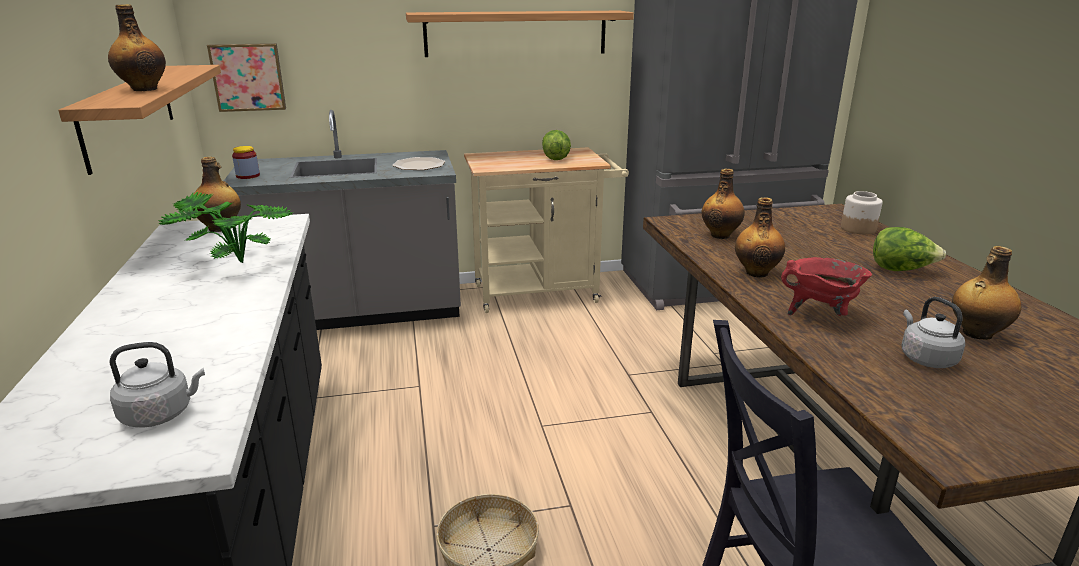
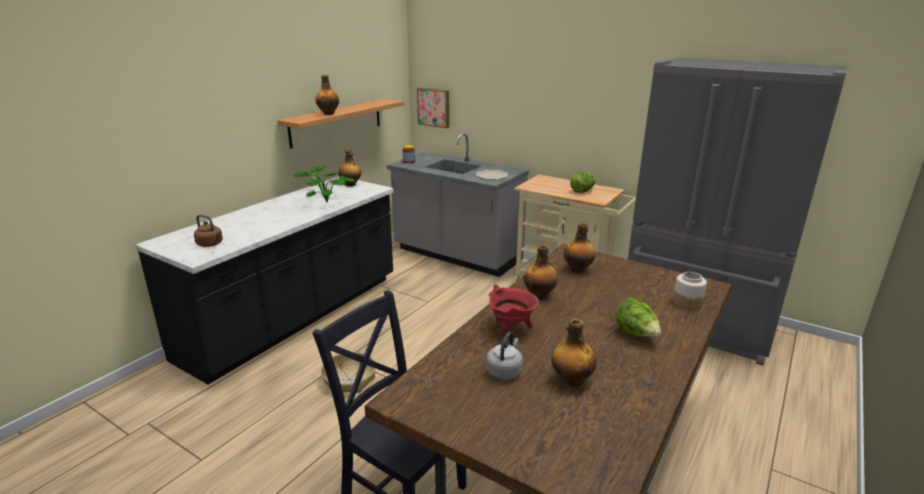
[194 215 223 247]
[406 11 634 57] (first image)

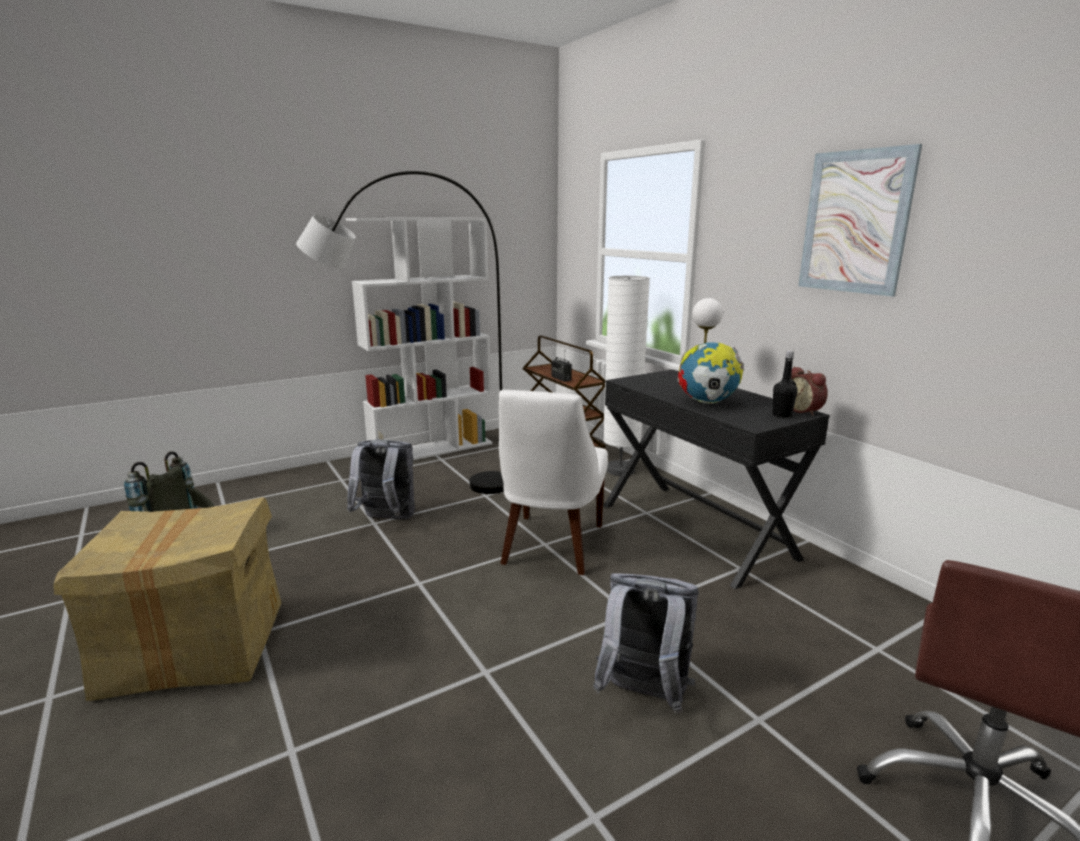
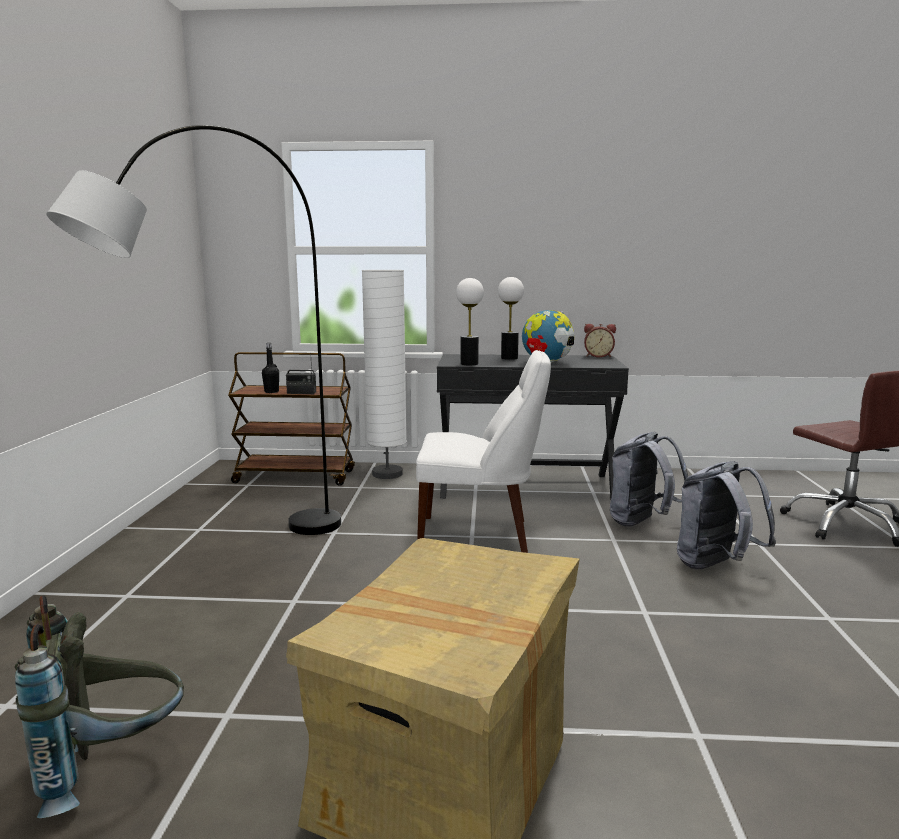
[346 218 493 460] (first image)
[610 432 688 527]
[416 350 551 553]
[262 343 279 393]
[798 144 922 297] (first image)
[456 278 484 365]

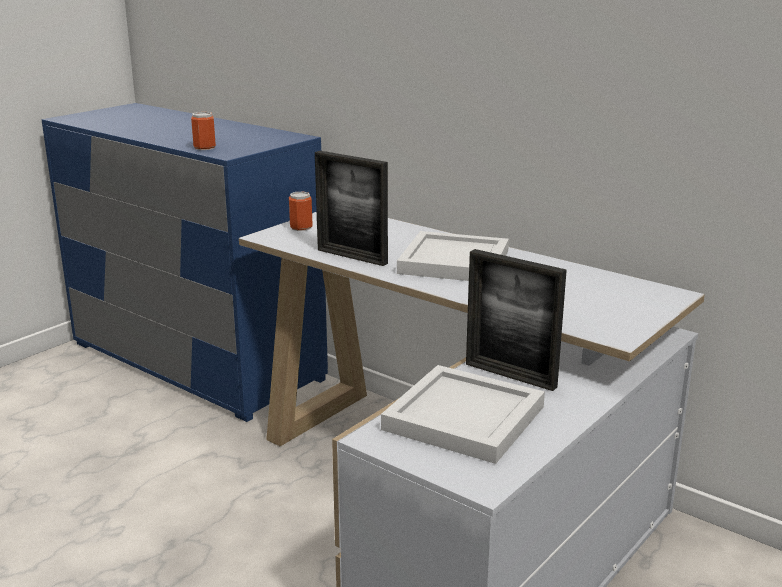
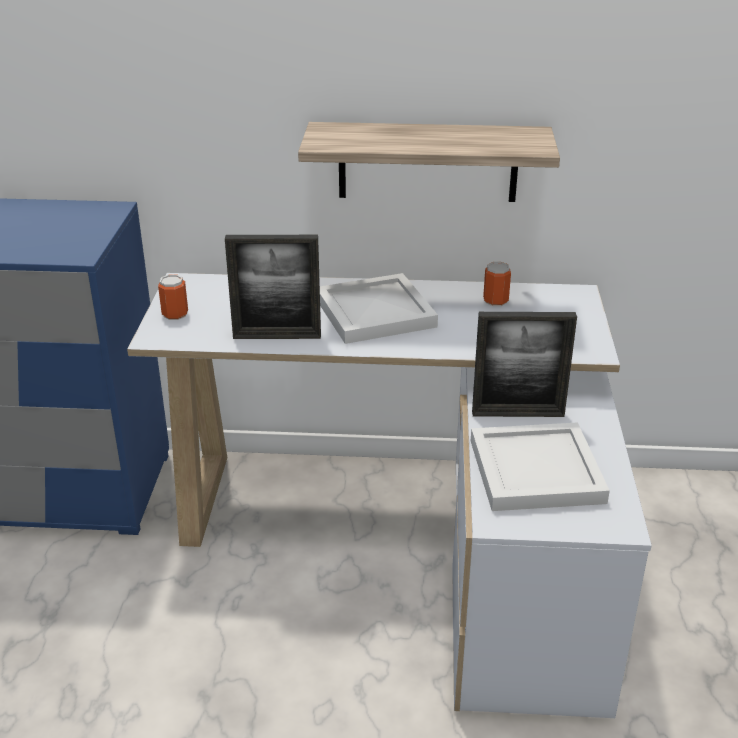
[483 262 511 306]
[298 122 560 202]

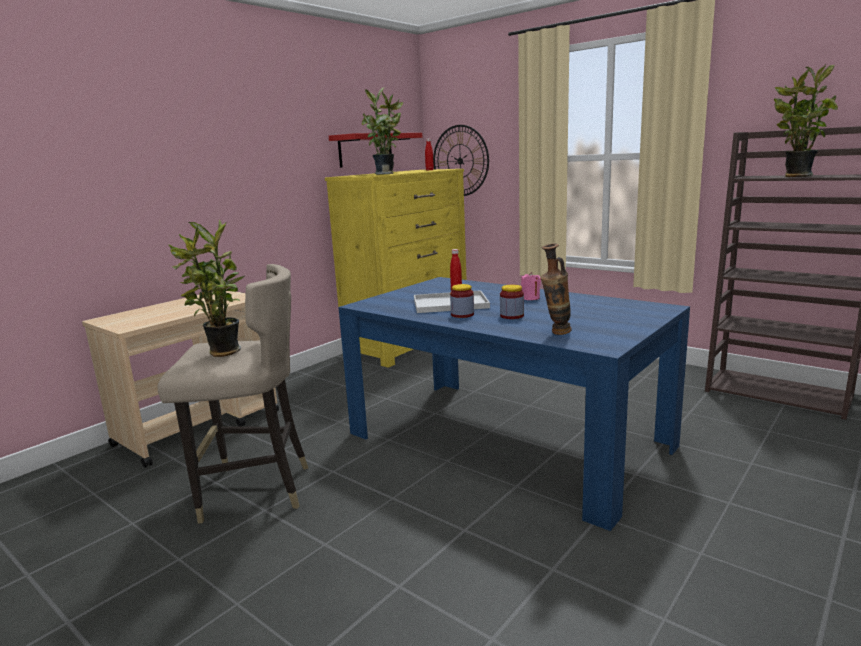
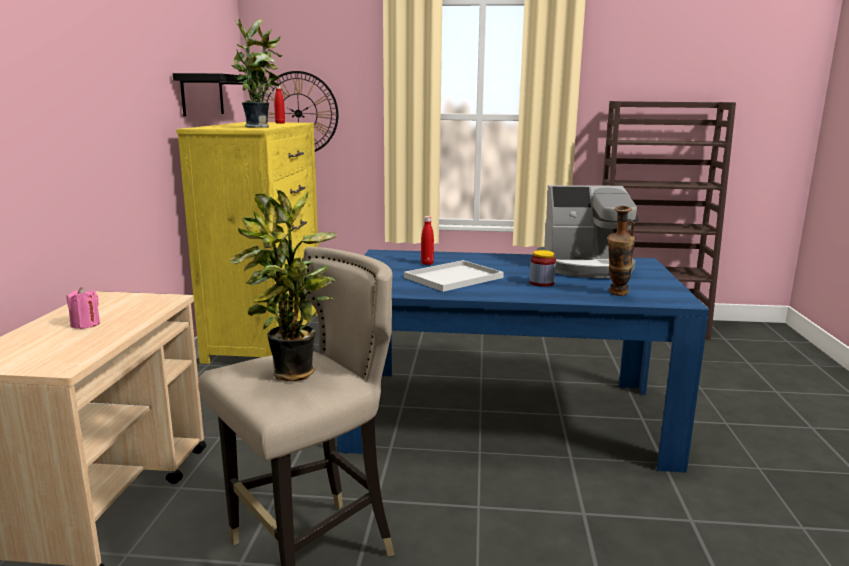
[173 73 266 116]
[450 284 474 318] (first image)
[67 287 100 329]
[774 63 838 177] (first image)
[537 185 639 278]

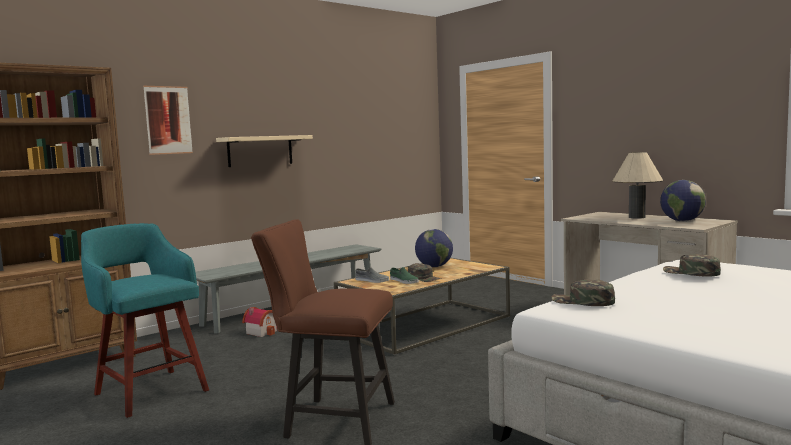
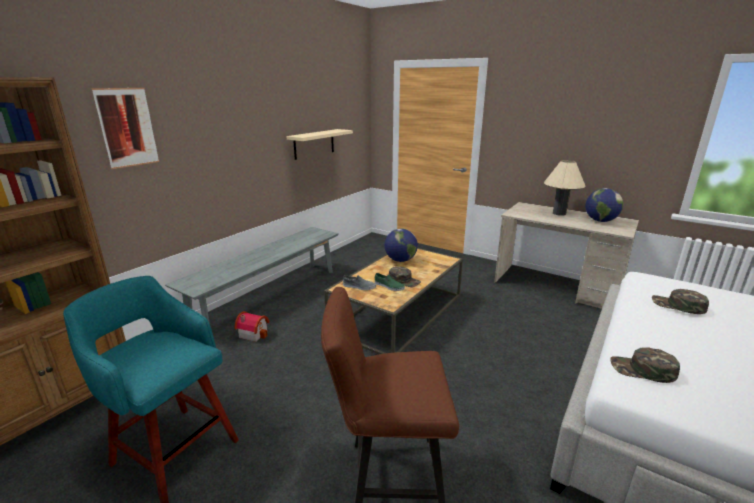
[286 129 353 160]

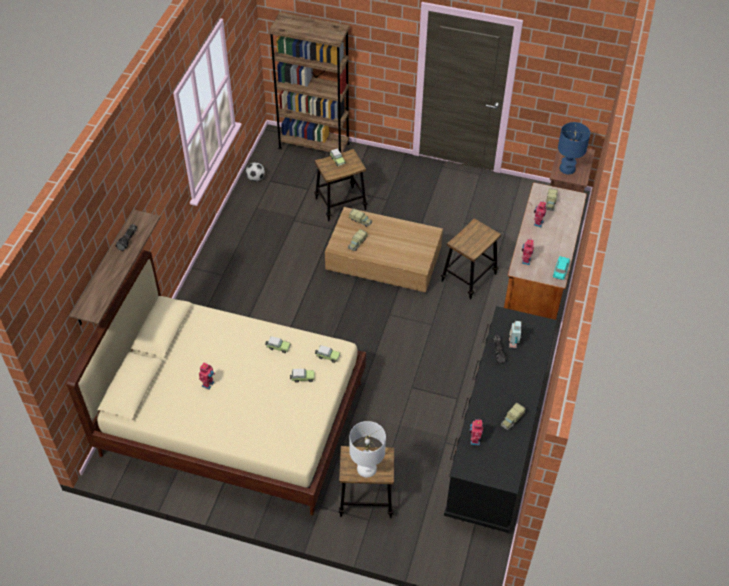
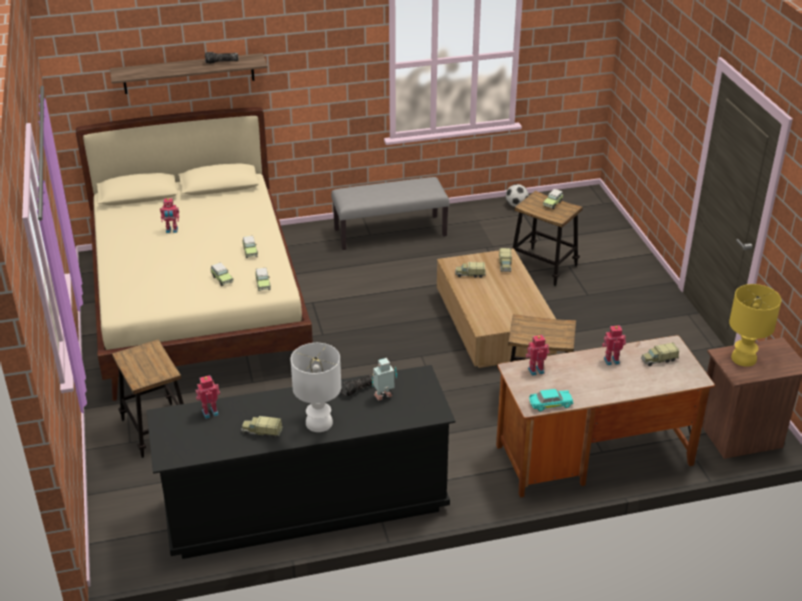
[268 12 350 153] (first image)
[291 343 341 432]
[729 284 781 367]
[331 177 450 250]

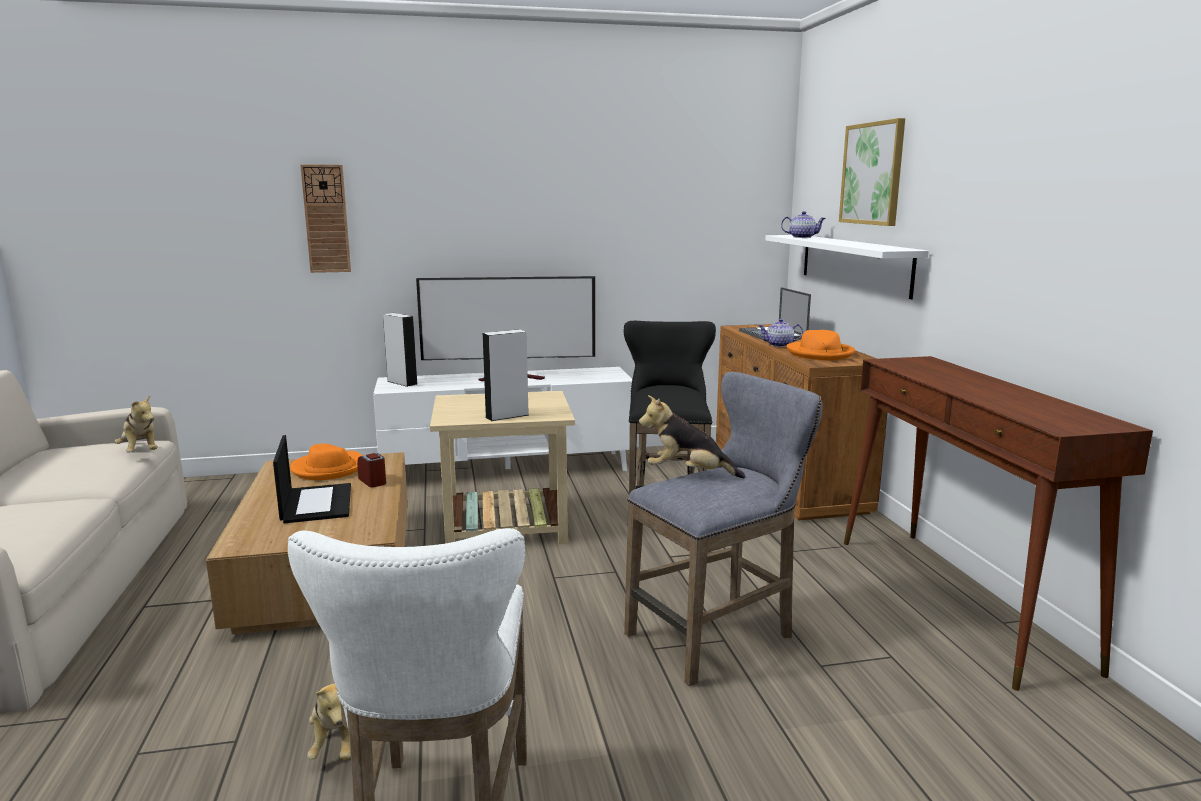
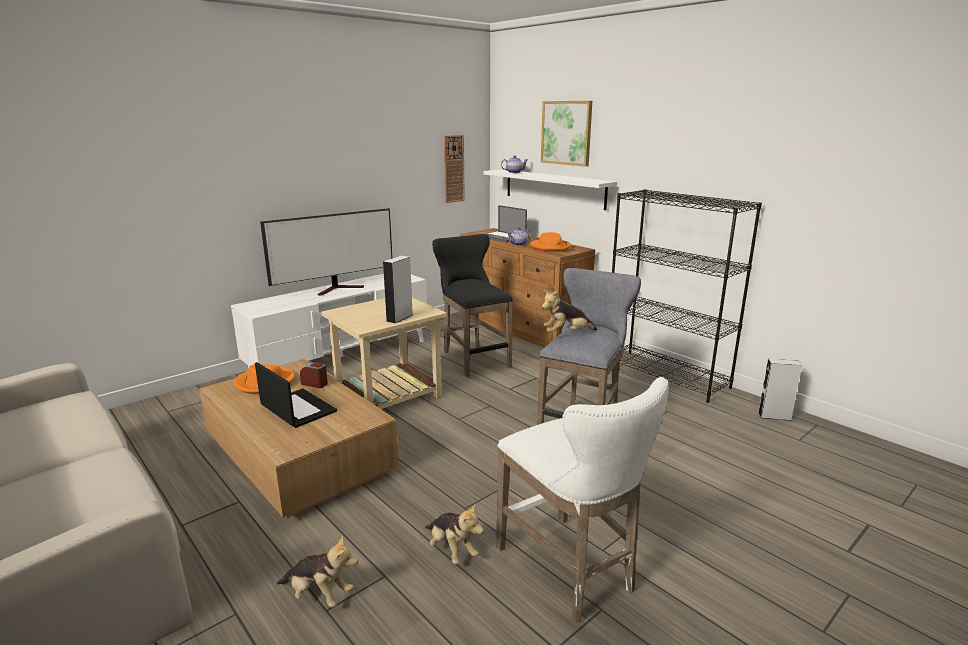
[276 535 358 607]
[444 135 465 203]
[758 359 802 421]
[612 189 762 403]

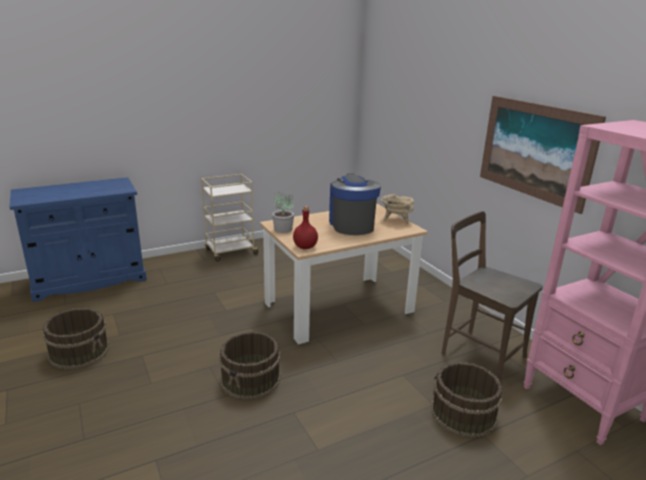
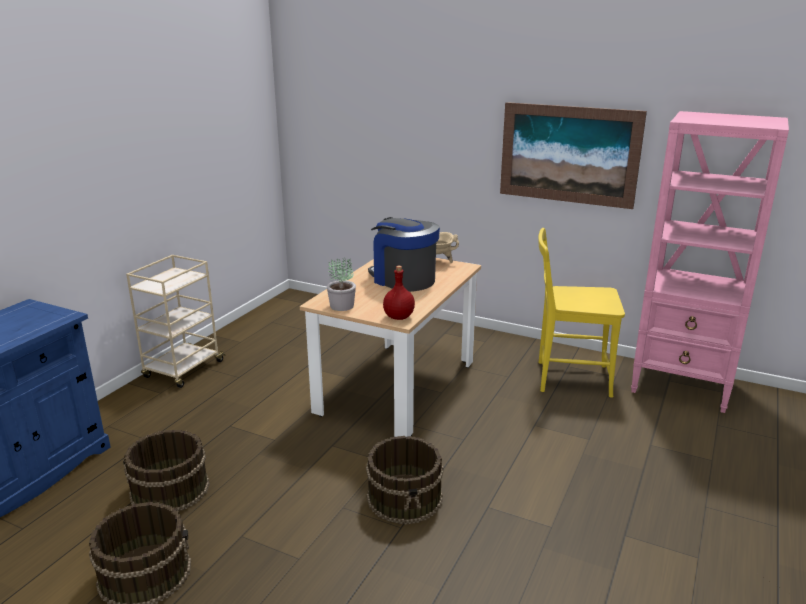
[123 430 210 512]
[538 228 625 398]

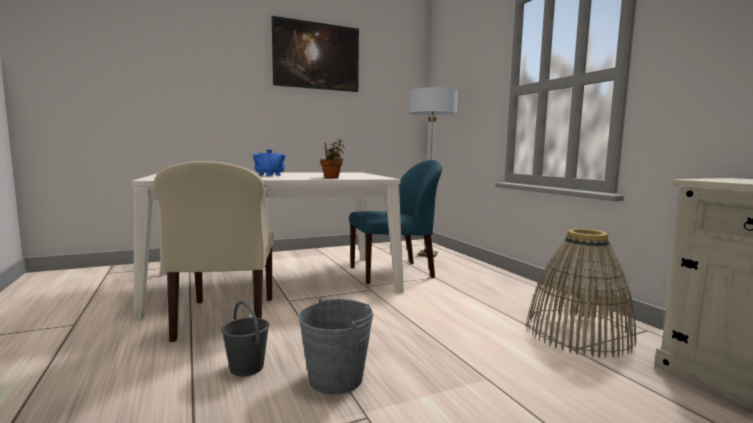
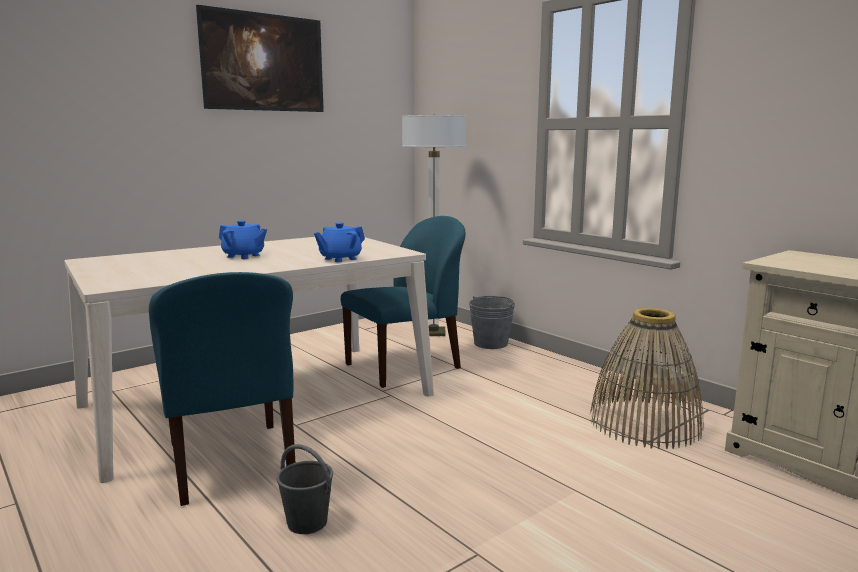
[149 272 295 506]
[469 296 515 349]
[314 223 365 262]

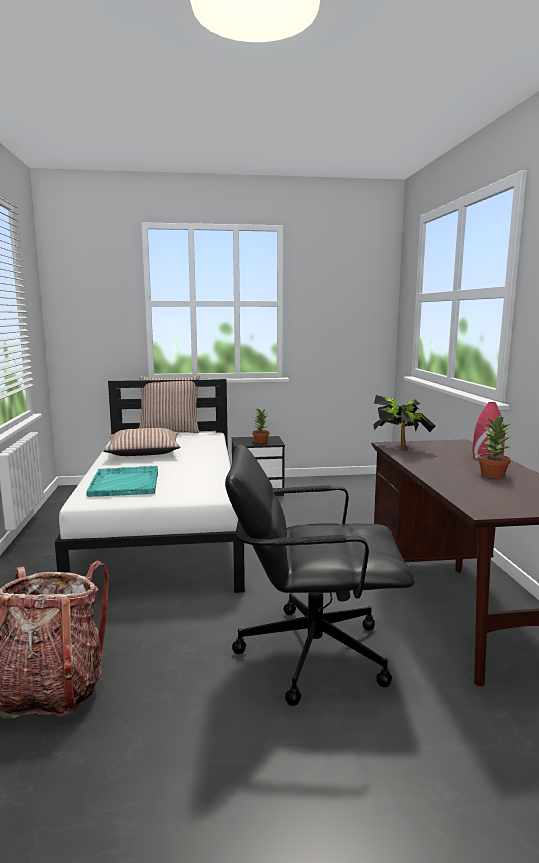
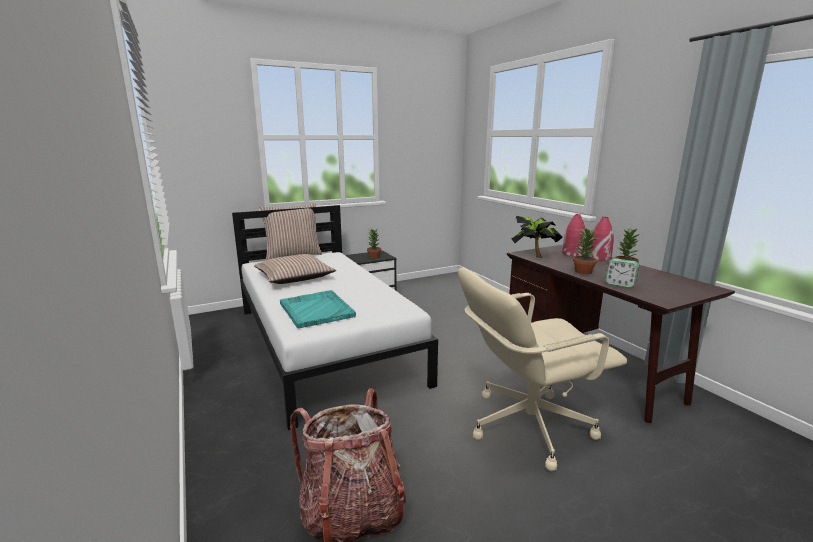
[458 268 627 471]
[562 214 585 256]
[573 228 598 274]
[605 258 639 287]

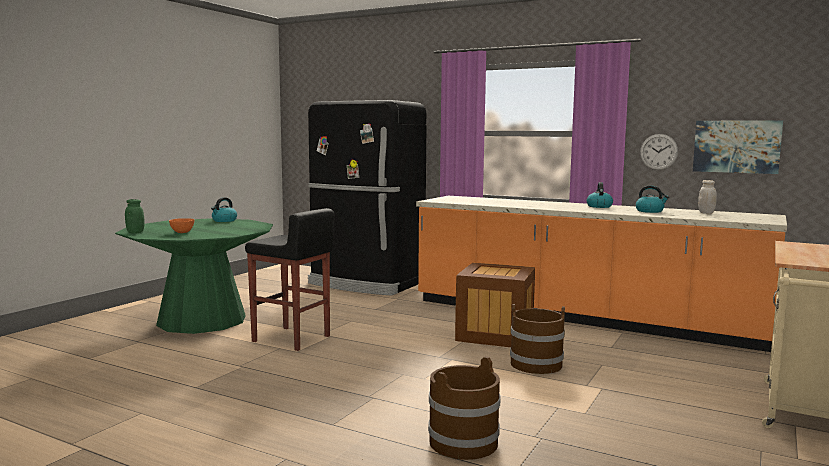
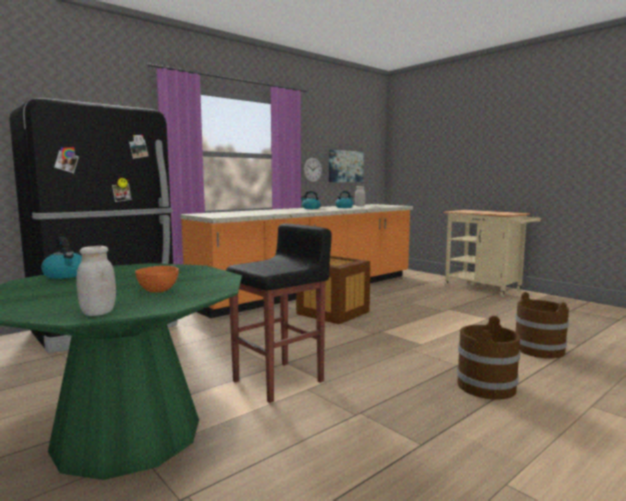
[76 246 116 316]
[457 316 520 400]

